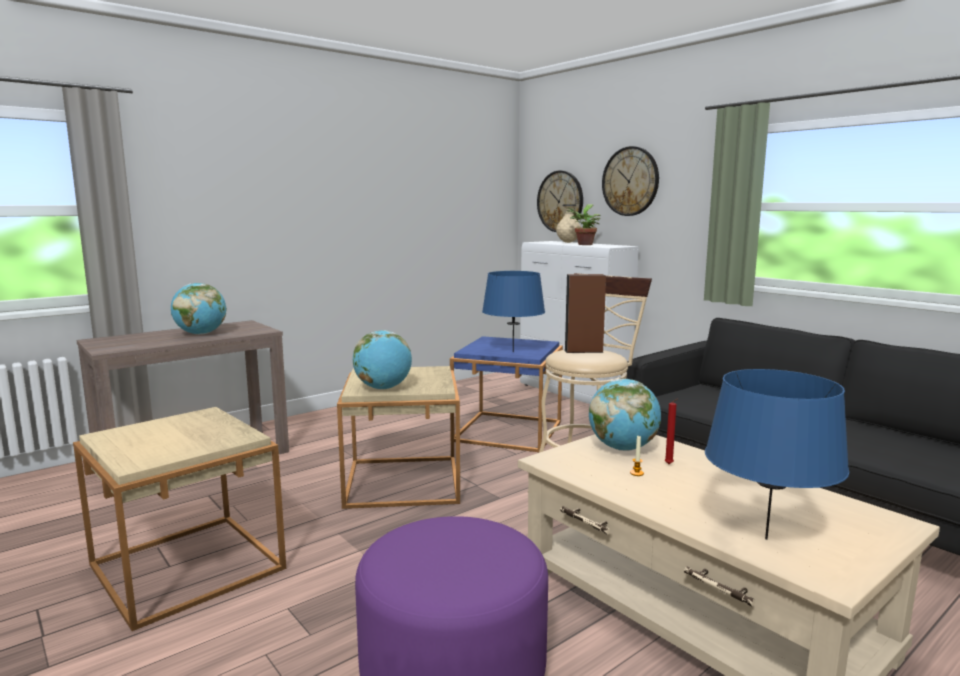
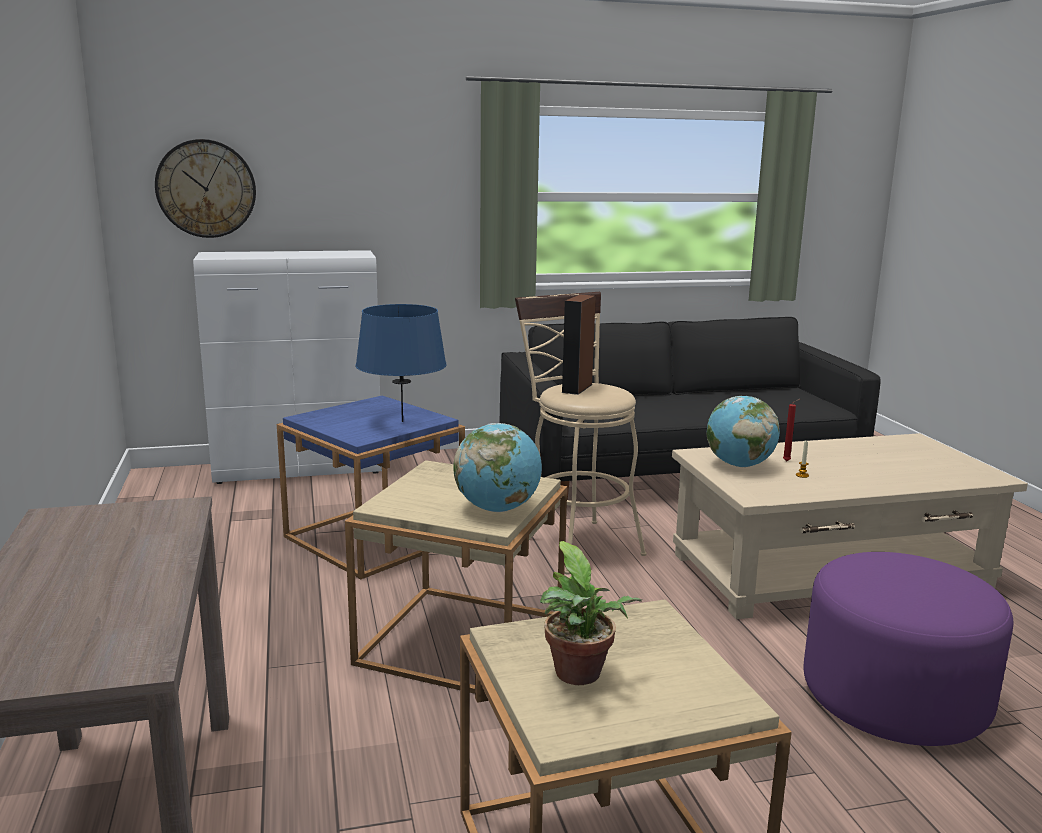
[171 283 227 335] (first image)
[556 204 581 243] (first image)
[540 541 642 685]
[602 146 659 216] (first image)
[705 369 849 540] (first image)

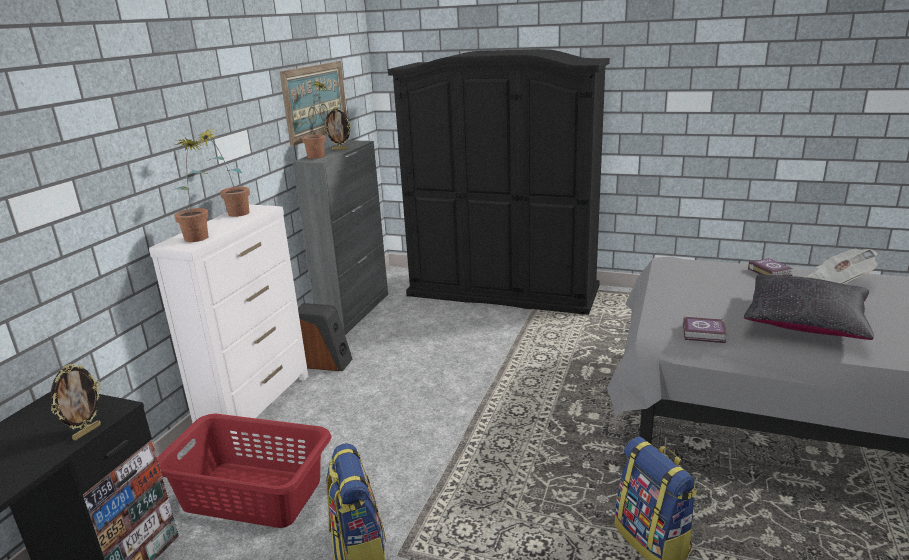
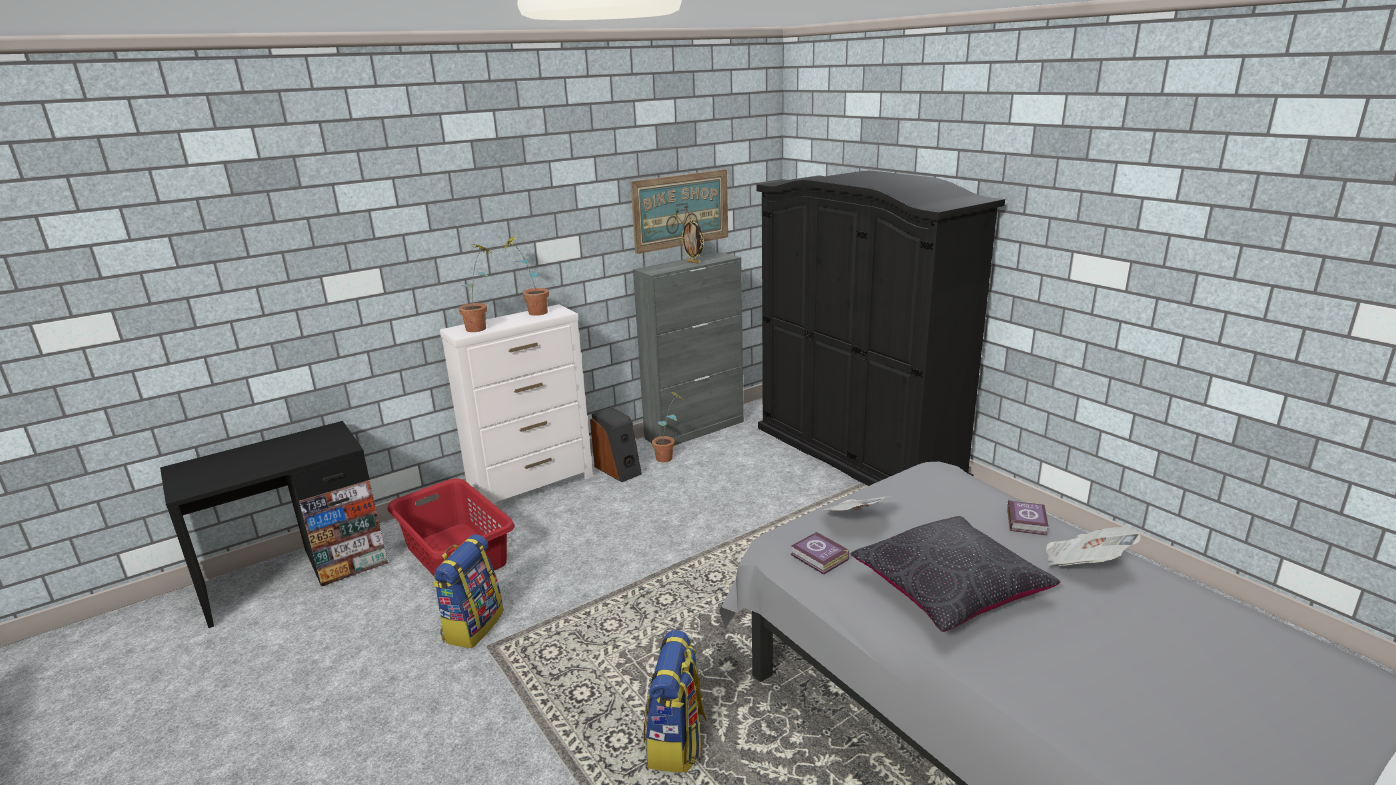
[51 364 101 440] (first image)
[652 391 683 462]
[821 496 891 511]

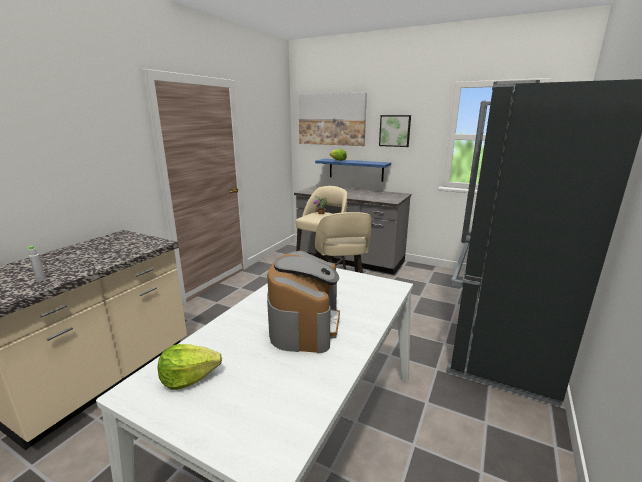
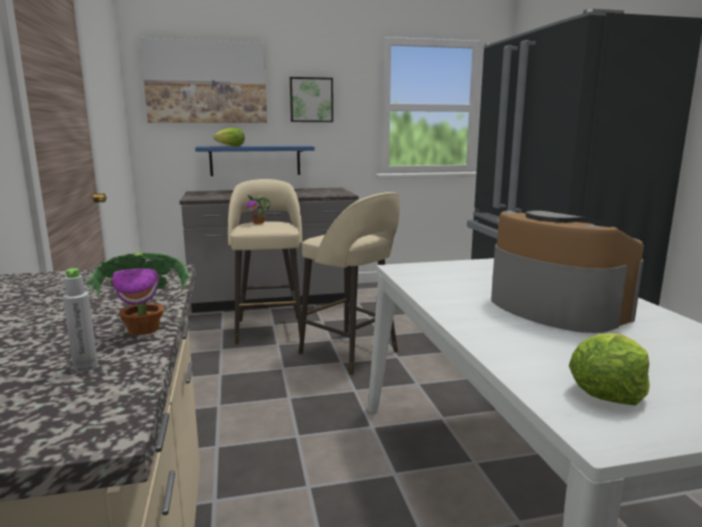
[84 252 191 335]

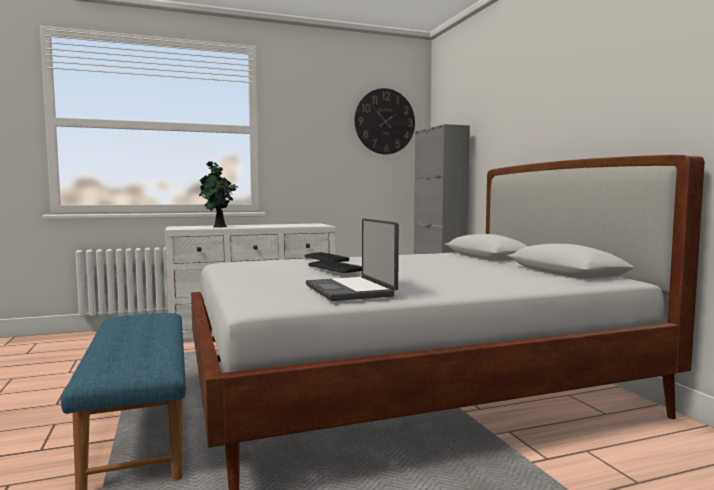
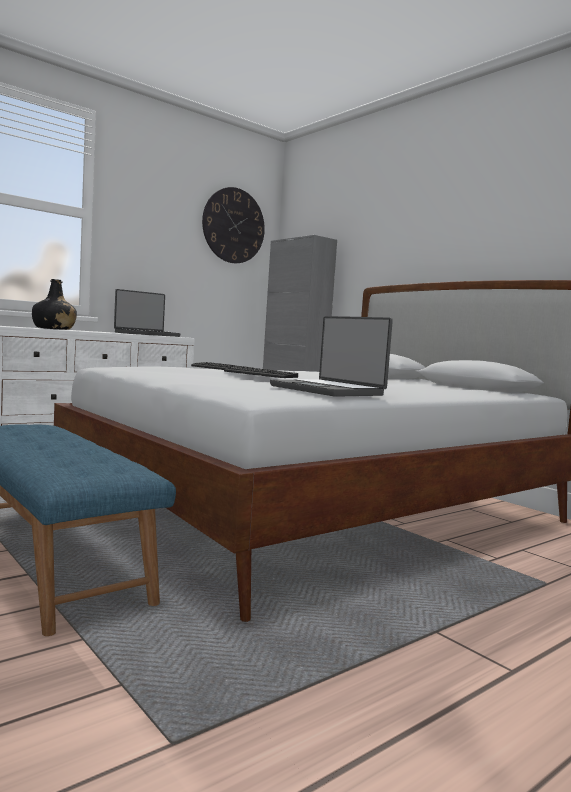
[32 279 77 330]
[114 289 180 337]

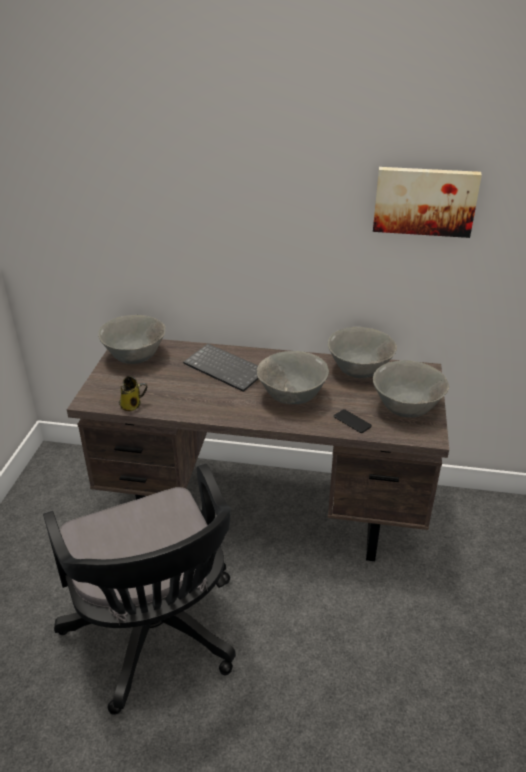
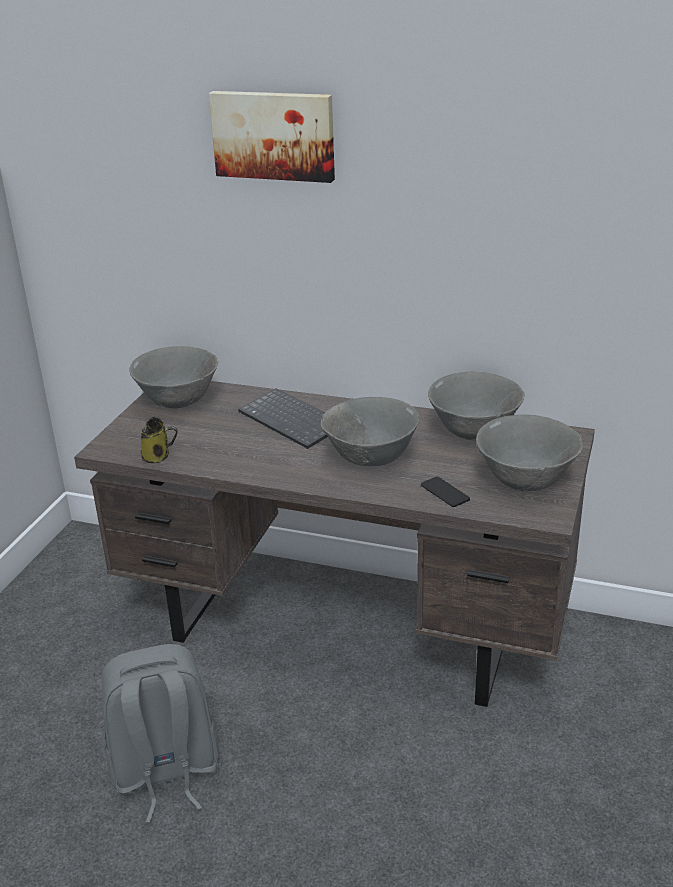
[102 644 220 823]
[209 91 335 183]

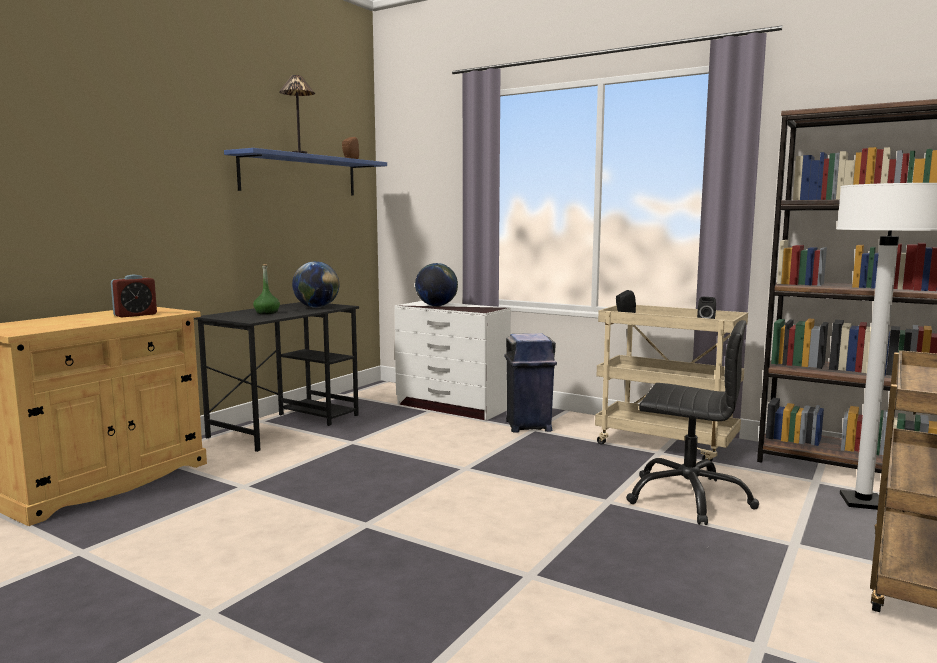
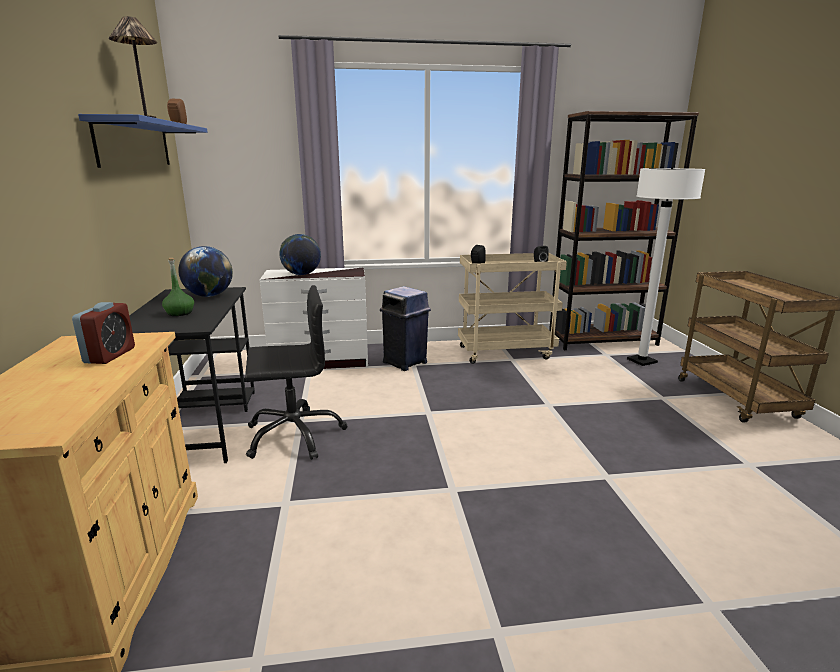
[245 285 347 460]

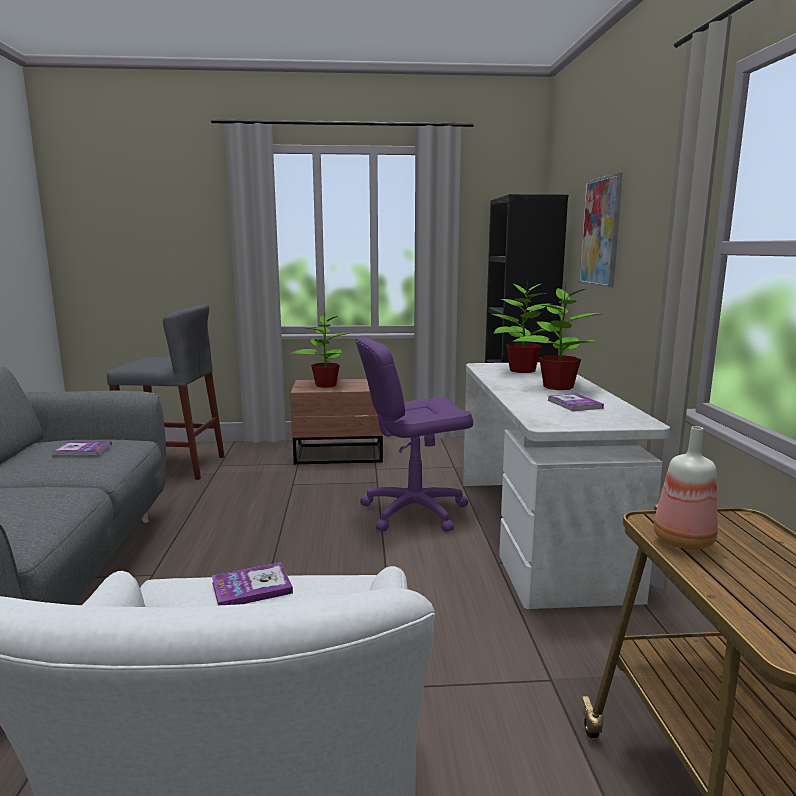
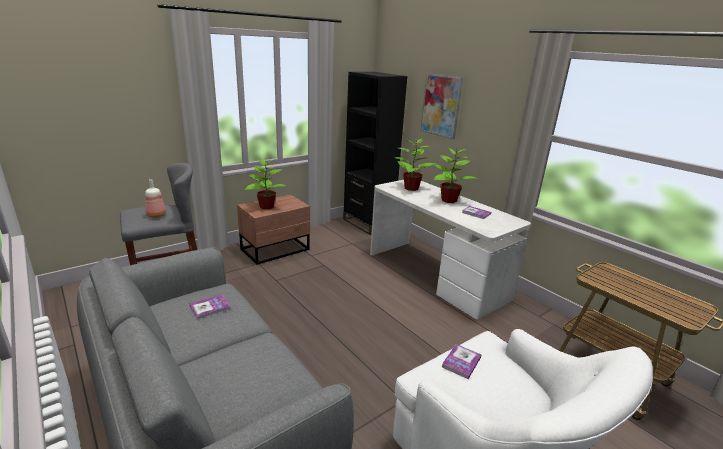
[356 336 473 532] (first image)
[145 179 166 218]

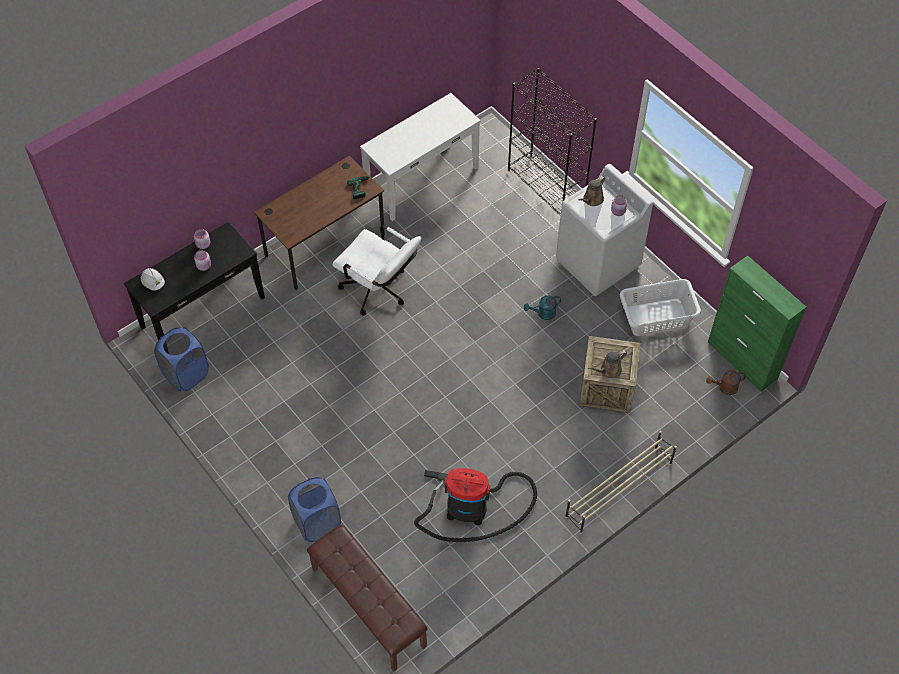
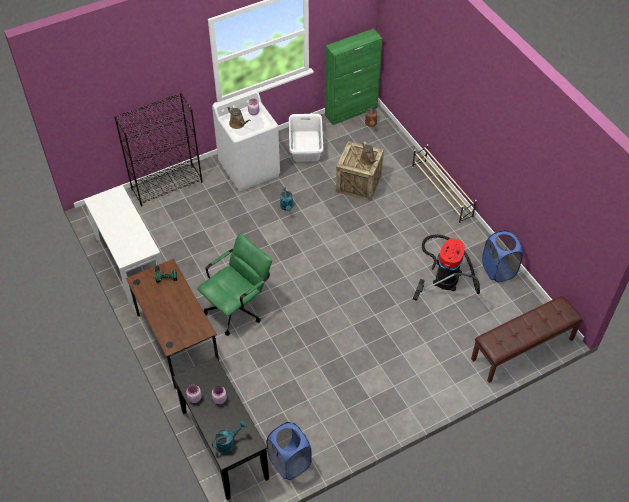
[212 421 247 454]
[482 230 523 282]
[197 233 272 336]

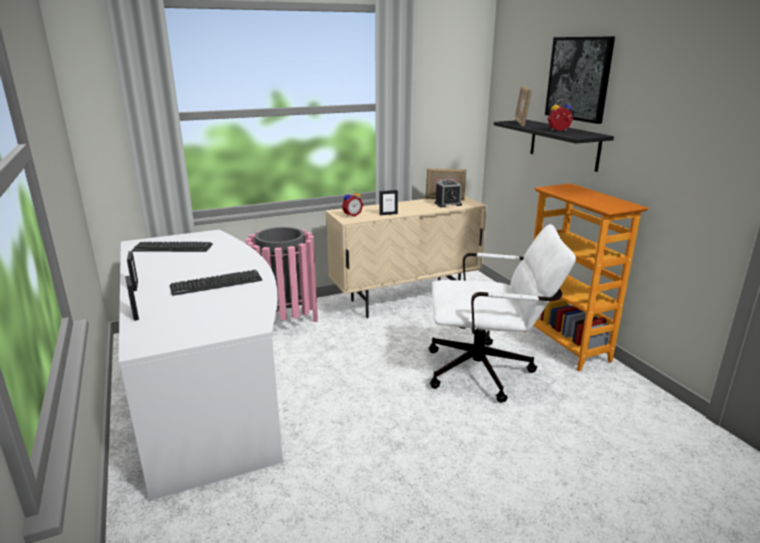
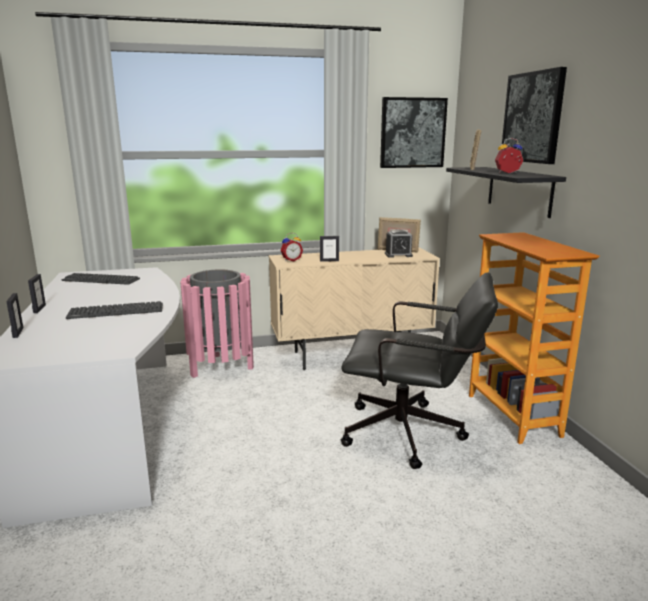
[340 272 498 469]
[380 97 448 168]

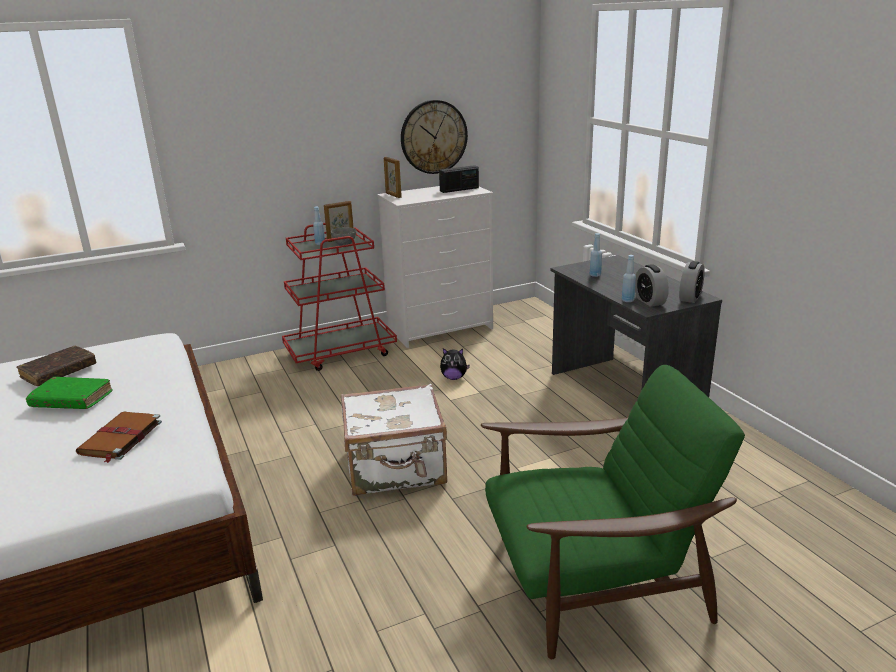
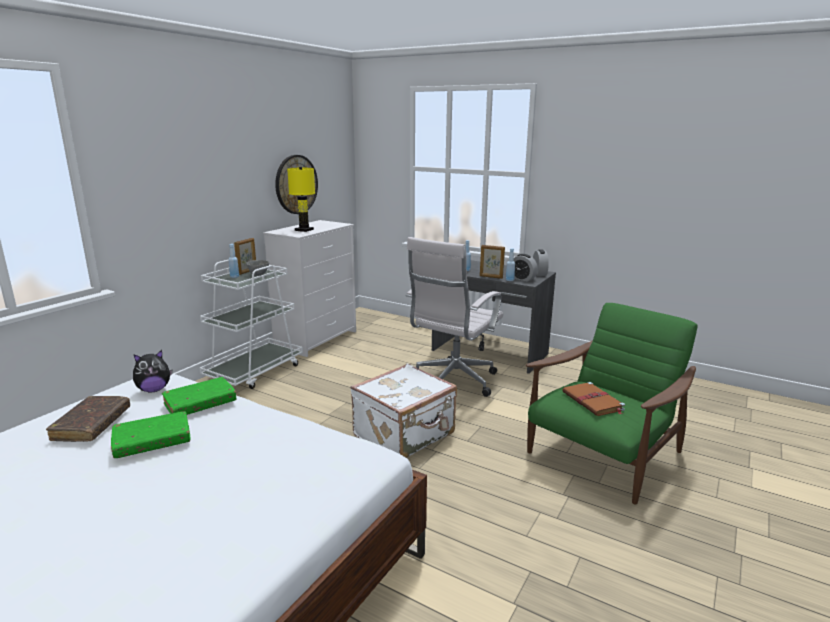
[562 382 625 416]
[199 259 303 389]
[480 245 505 279]
[439 165 479 193] (first image)
[133 350 172 393]
[162 377 236 415]
[287 167 315 232]
[405 237 503 397]

